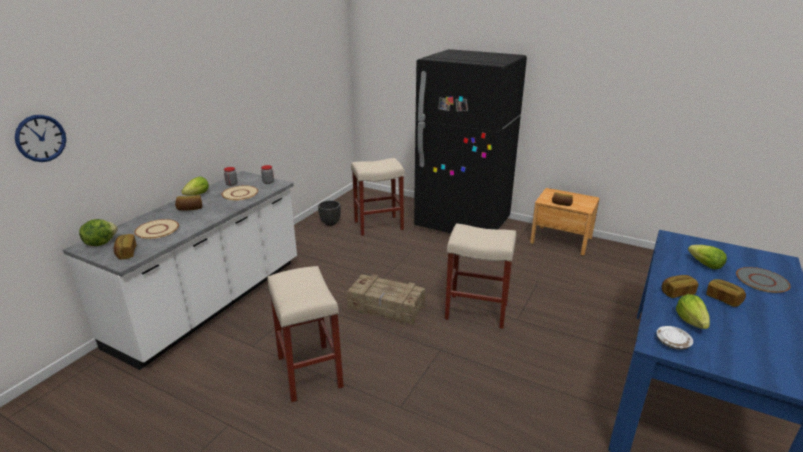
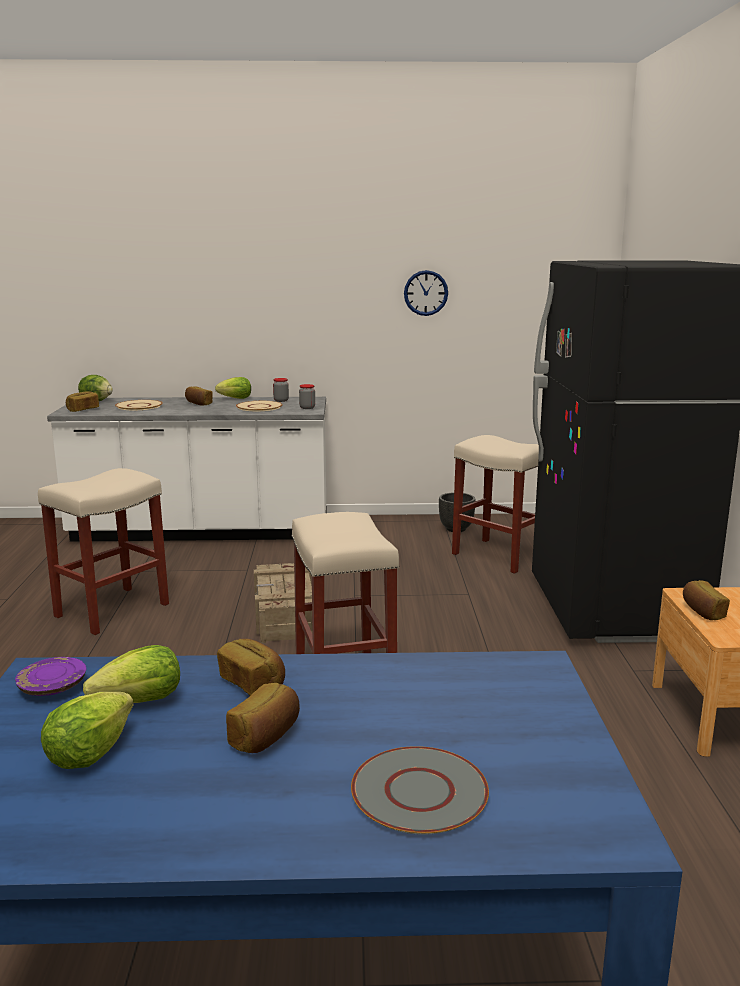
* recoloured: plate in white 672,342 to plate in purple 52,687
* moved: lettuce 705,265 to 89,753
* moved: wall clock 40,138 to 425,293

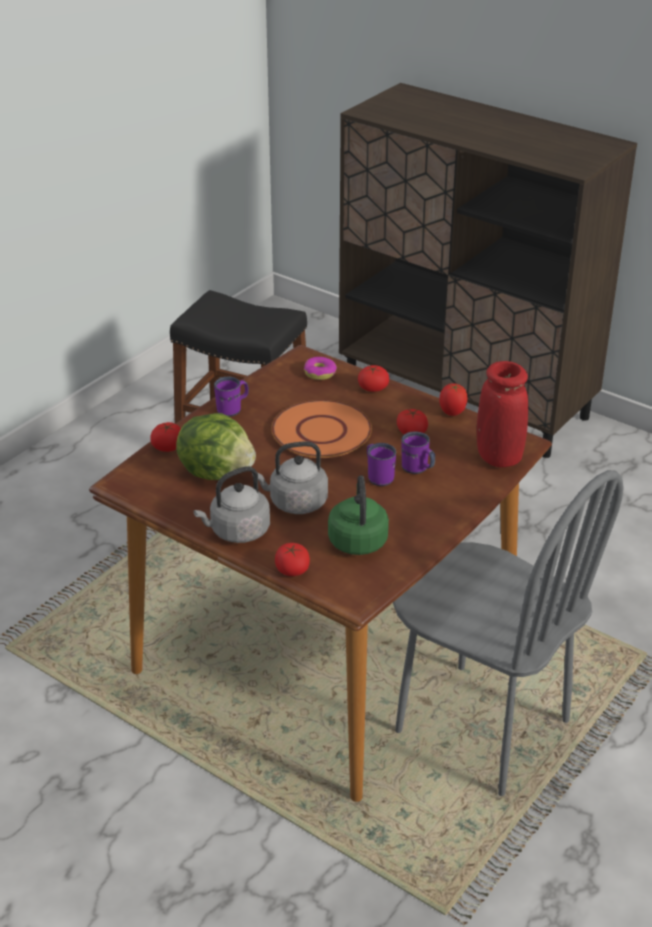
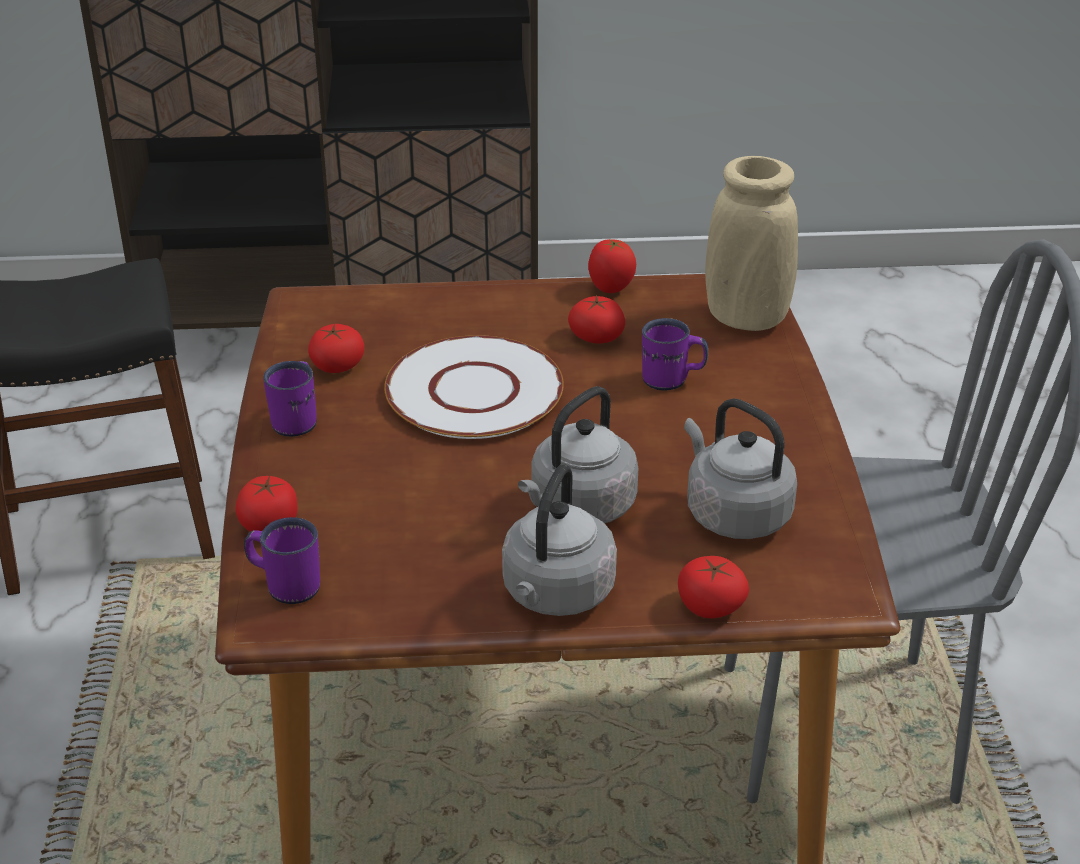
* moved: mug in purple 378,476 to 285,584
* moved: tomato 373,388 to 337,366
* recoloured: plate in orange 322,431 to plate in white 474,390
* recoloured: kettle in green 357,539 to kettle in grey 733,513
* recoloured: vase in red 498,457 to vase in beige 745,318
* removed: lettuce 217,471
* removed: donut 320,373

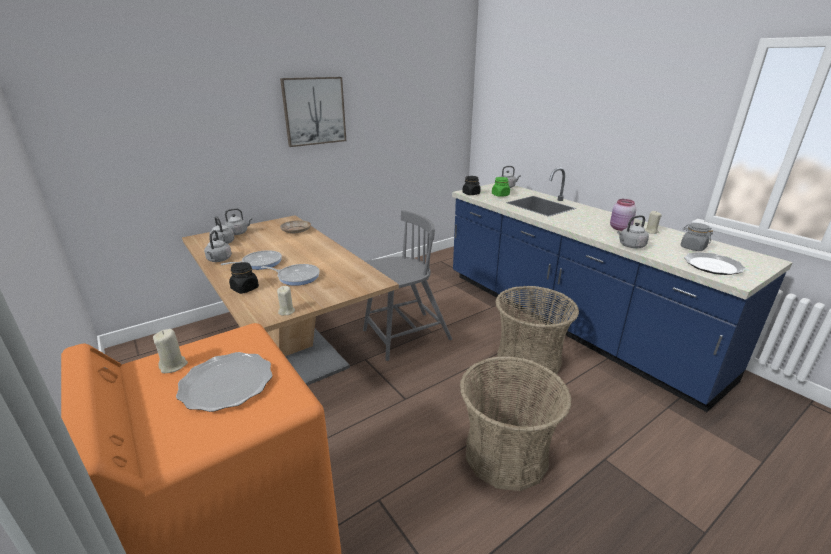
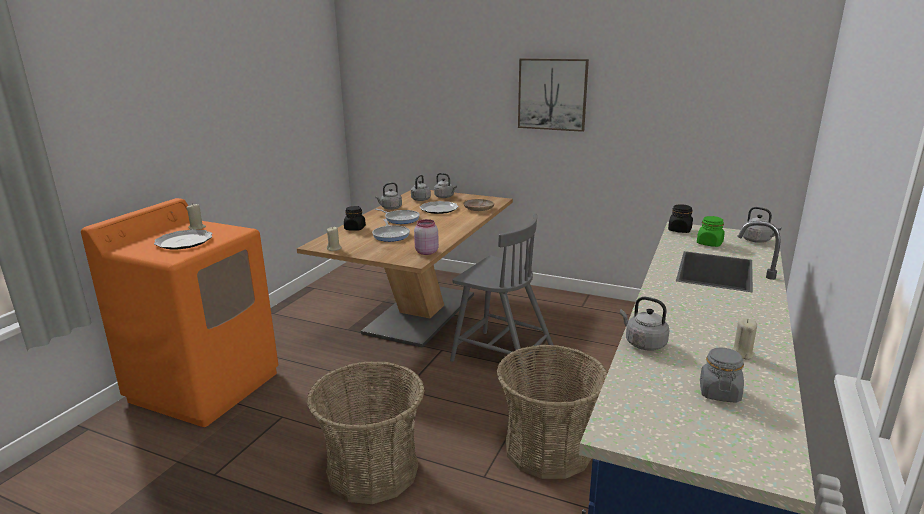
* moved: jar in pink 620,228 to 426,252
* moved: plate 712,266 to 438,209

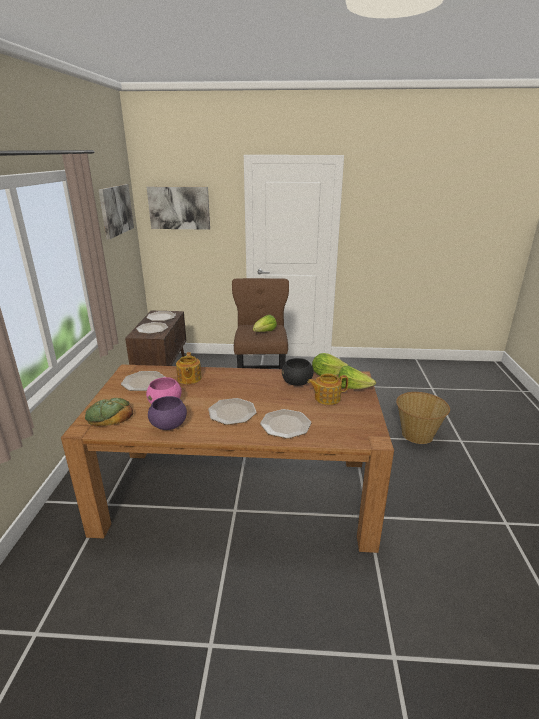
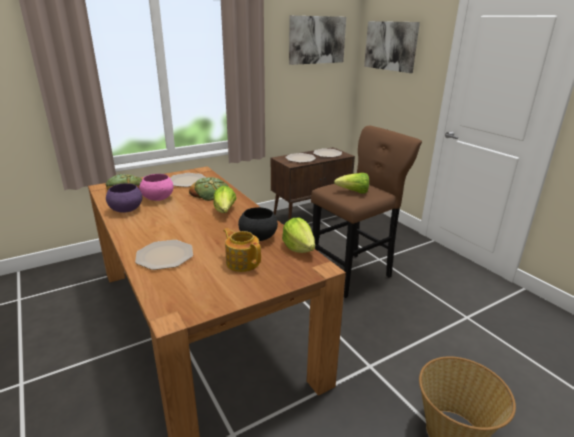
* replaced: teapot 189,378 to bread 210,192
* moved: lettuce 352,388 to 225,211
* removed: plate 232,412

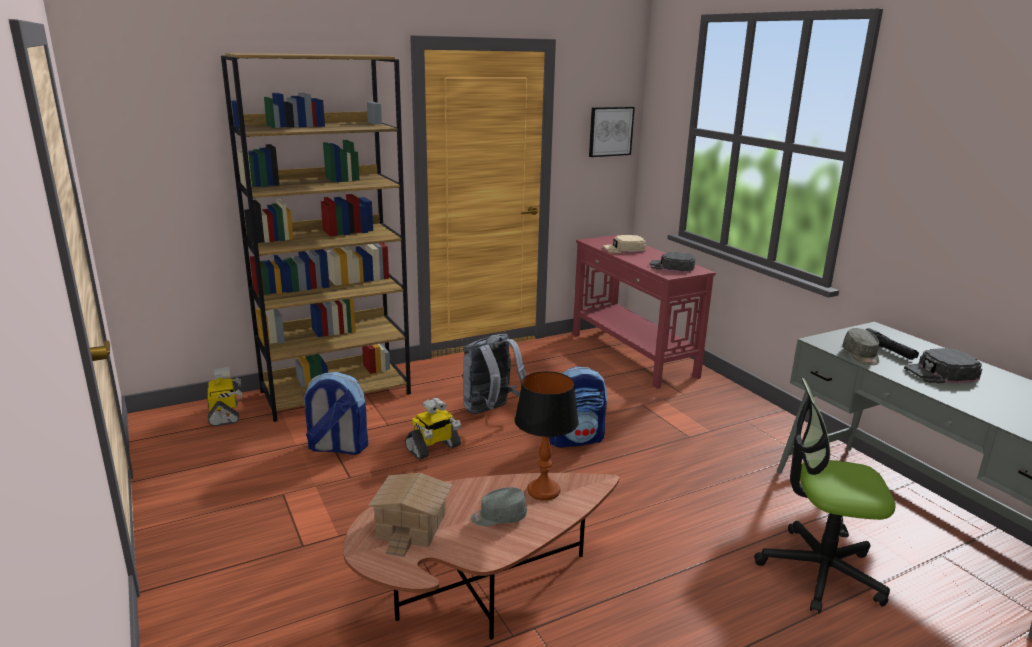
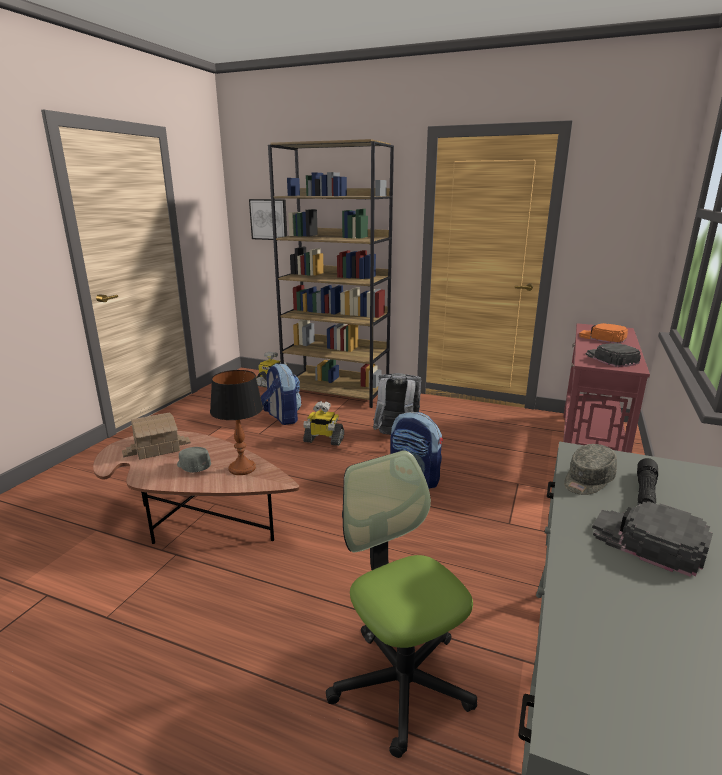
* moved: picture 610,131 to 269,219
* recoloured: cap in beige 624,249 to cap in orange 602,337

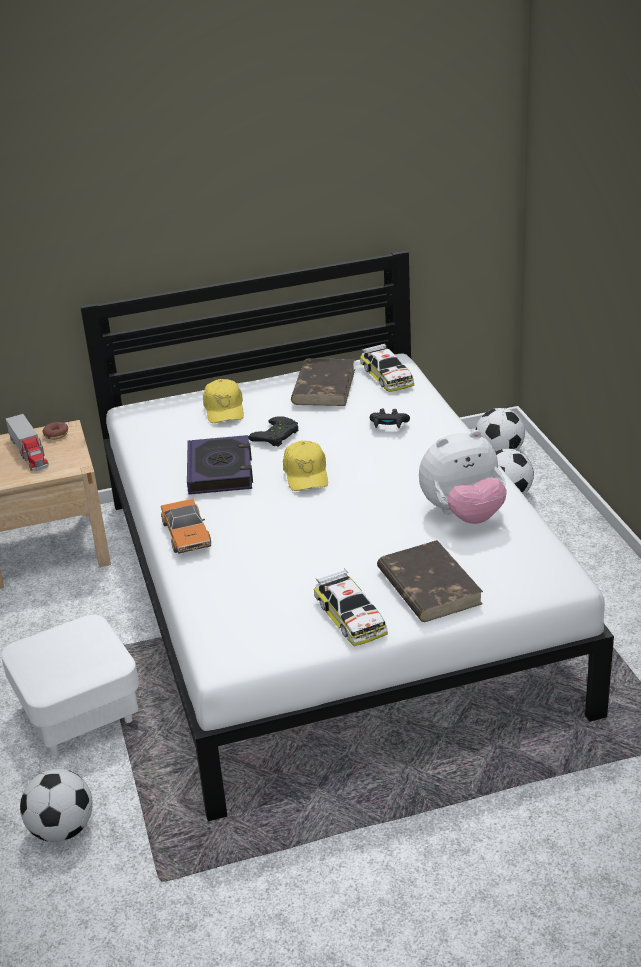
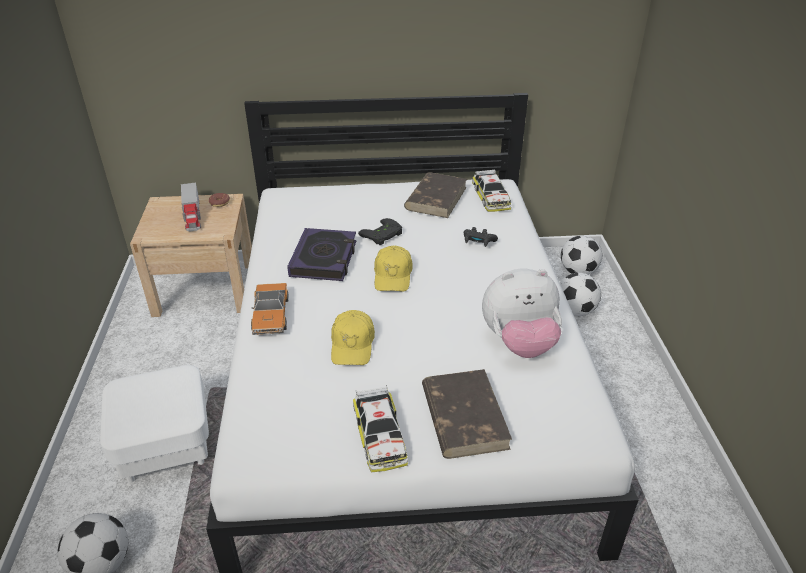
* moved: cap in yellow 224,409 to 352,345

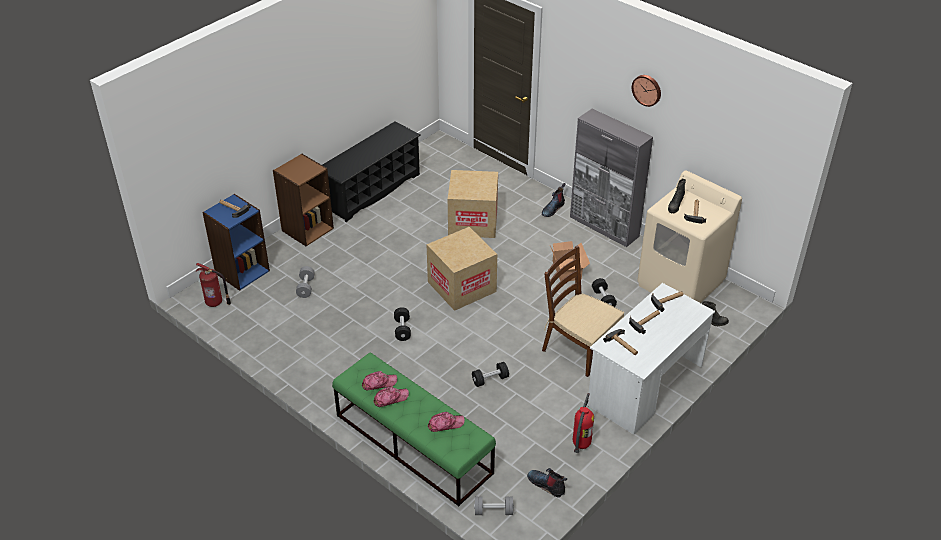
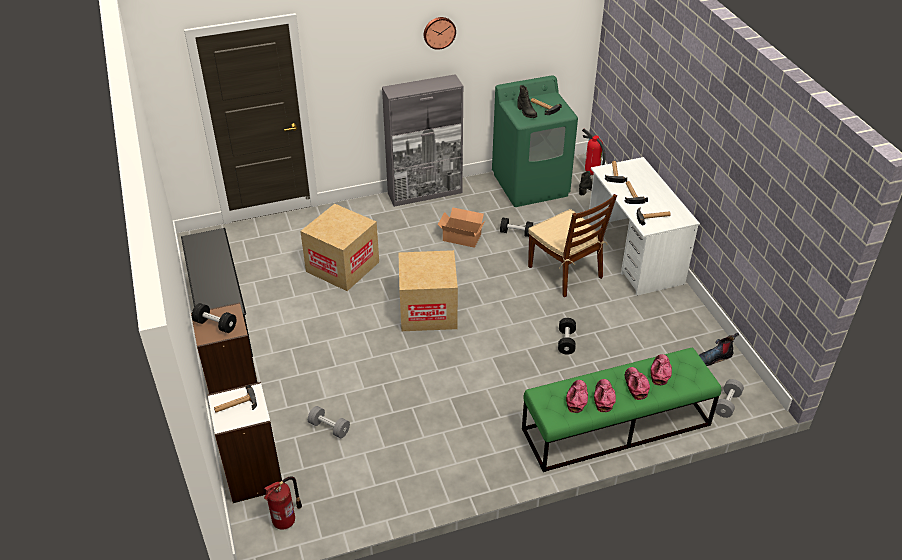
* moved: dumbbell in black 402,329 to 215,324
* recoloured: bookcase in blue 242,271 to bookcase in white 253,476
* recoloured: washing machine in beige 681,283 to washing machine in green 531,185
* turned: chair in brown 578,349 = 565,272 105 degrees counterclockwise
* moved: fire extinguisher 580,445 to 591,173
* added: cap 636,385
* removed: boot 553,208

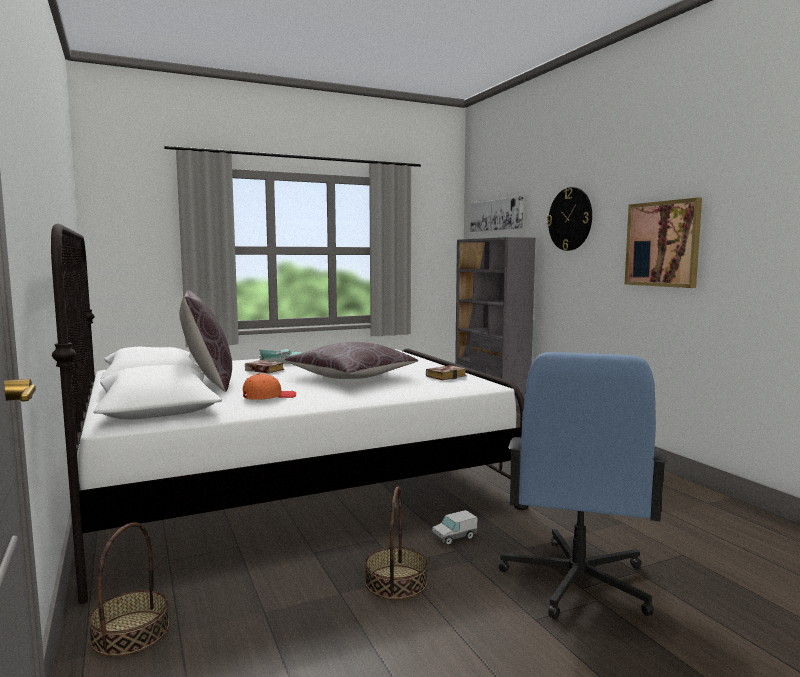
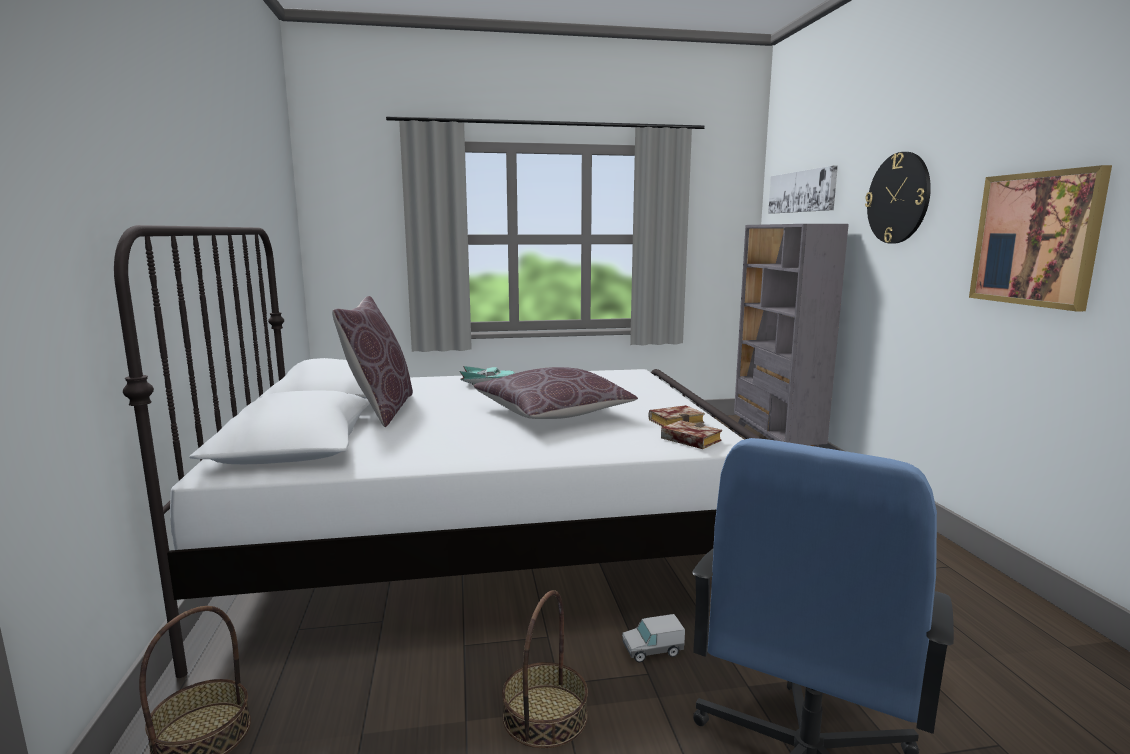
* moved: book 262,370 to 688,440
* removed: cap in orange 269,397

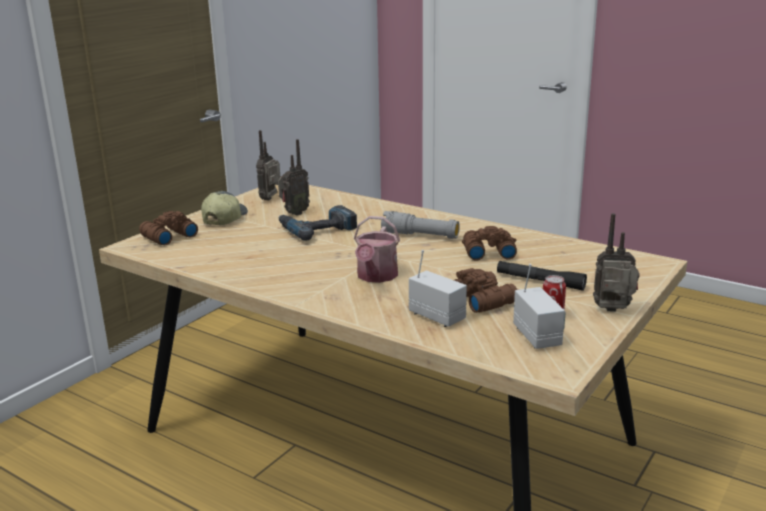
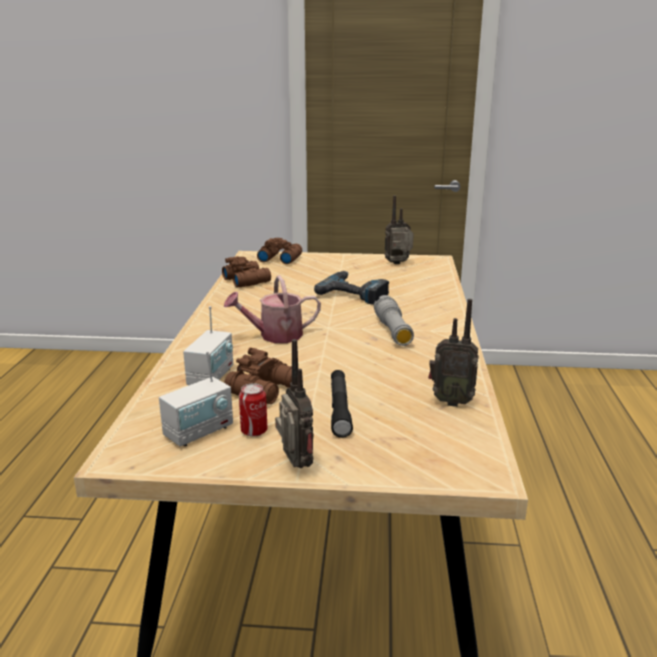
* moved: binoculars in brown 487,252 to 247,280
* moved: radio 294,213 to 450,401
* removed: cap 224,218

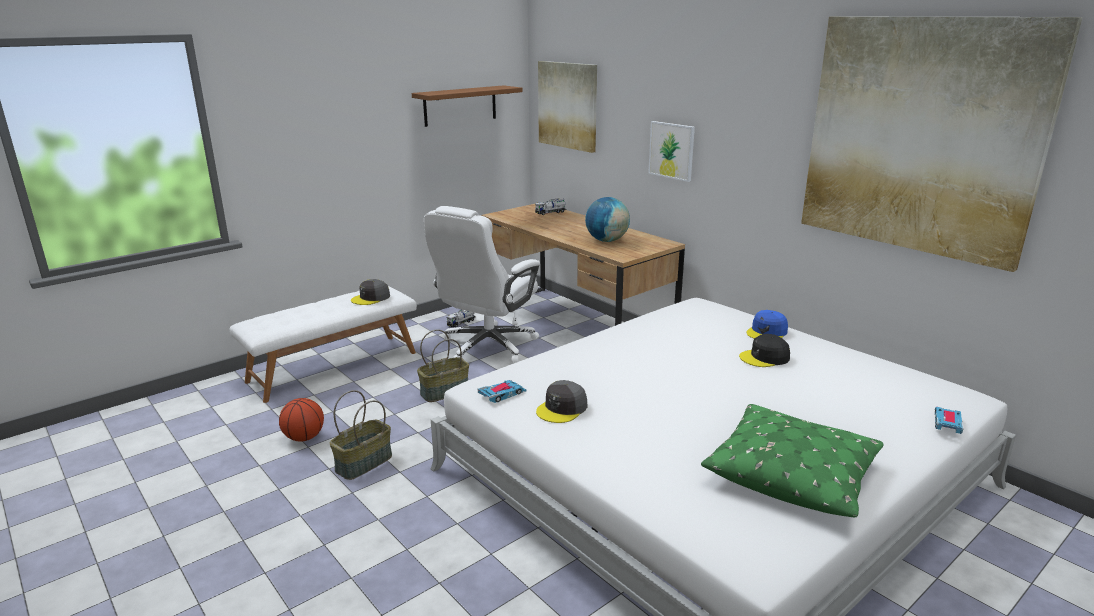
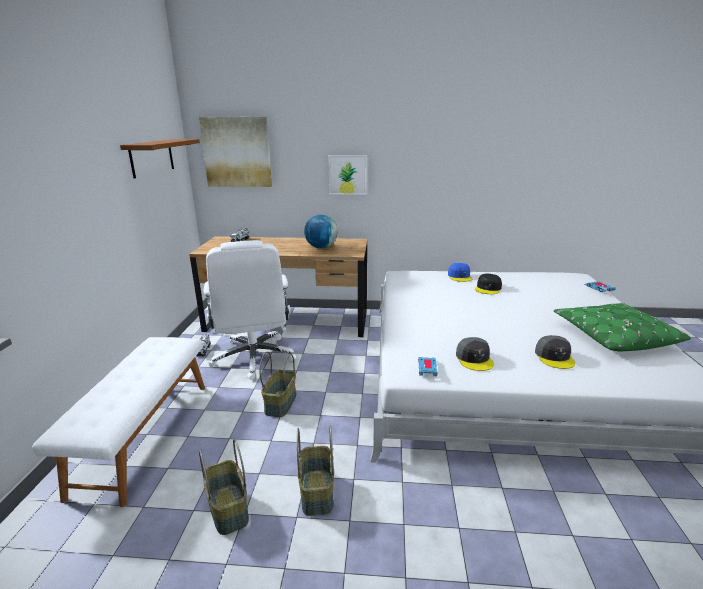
* replaced: basketball 304,438 to basket 227,509
* moved: cap in grey 371,298 to 554,357
* removed: picture 921,136

